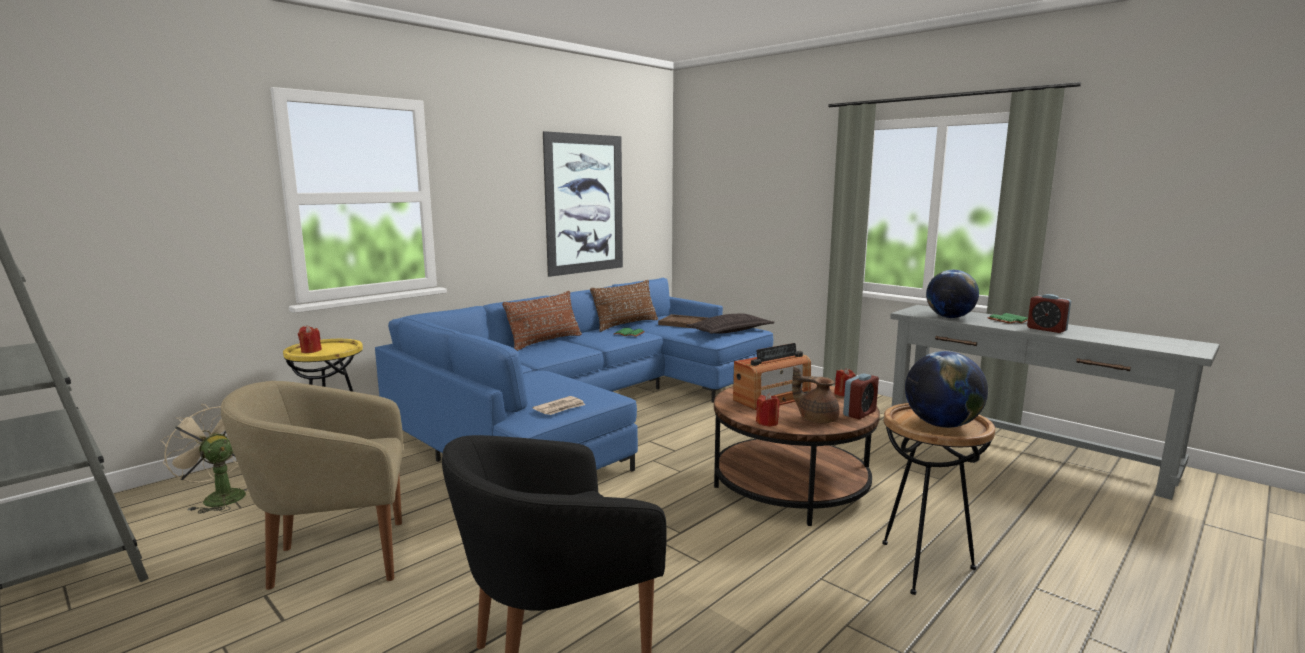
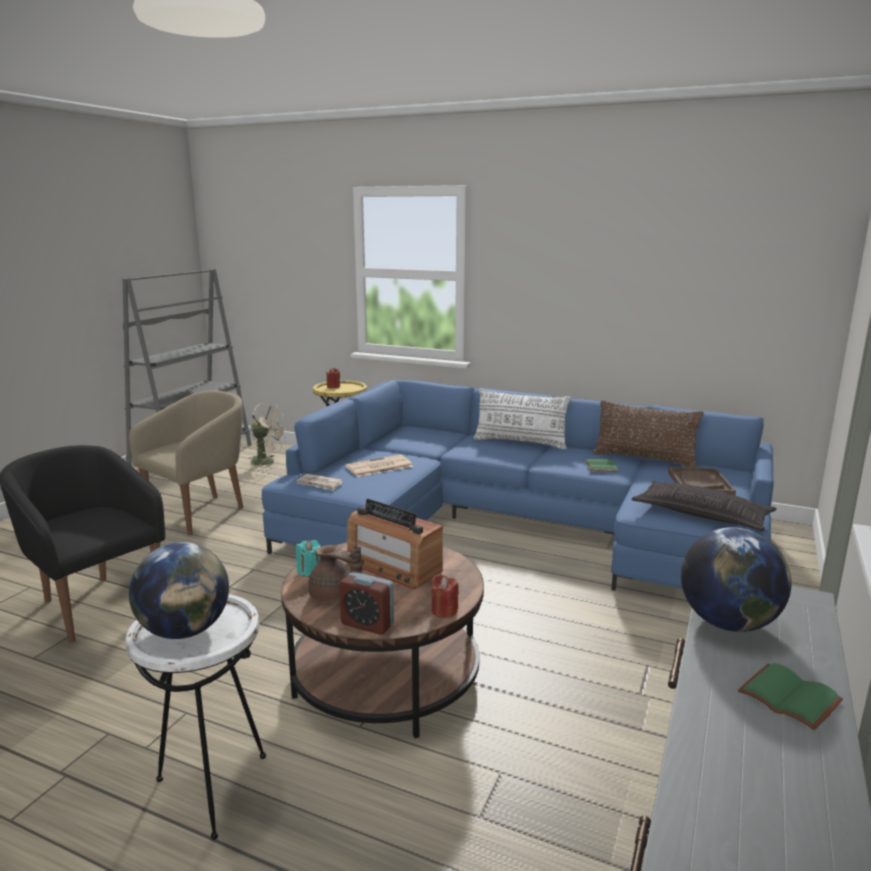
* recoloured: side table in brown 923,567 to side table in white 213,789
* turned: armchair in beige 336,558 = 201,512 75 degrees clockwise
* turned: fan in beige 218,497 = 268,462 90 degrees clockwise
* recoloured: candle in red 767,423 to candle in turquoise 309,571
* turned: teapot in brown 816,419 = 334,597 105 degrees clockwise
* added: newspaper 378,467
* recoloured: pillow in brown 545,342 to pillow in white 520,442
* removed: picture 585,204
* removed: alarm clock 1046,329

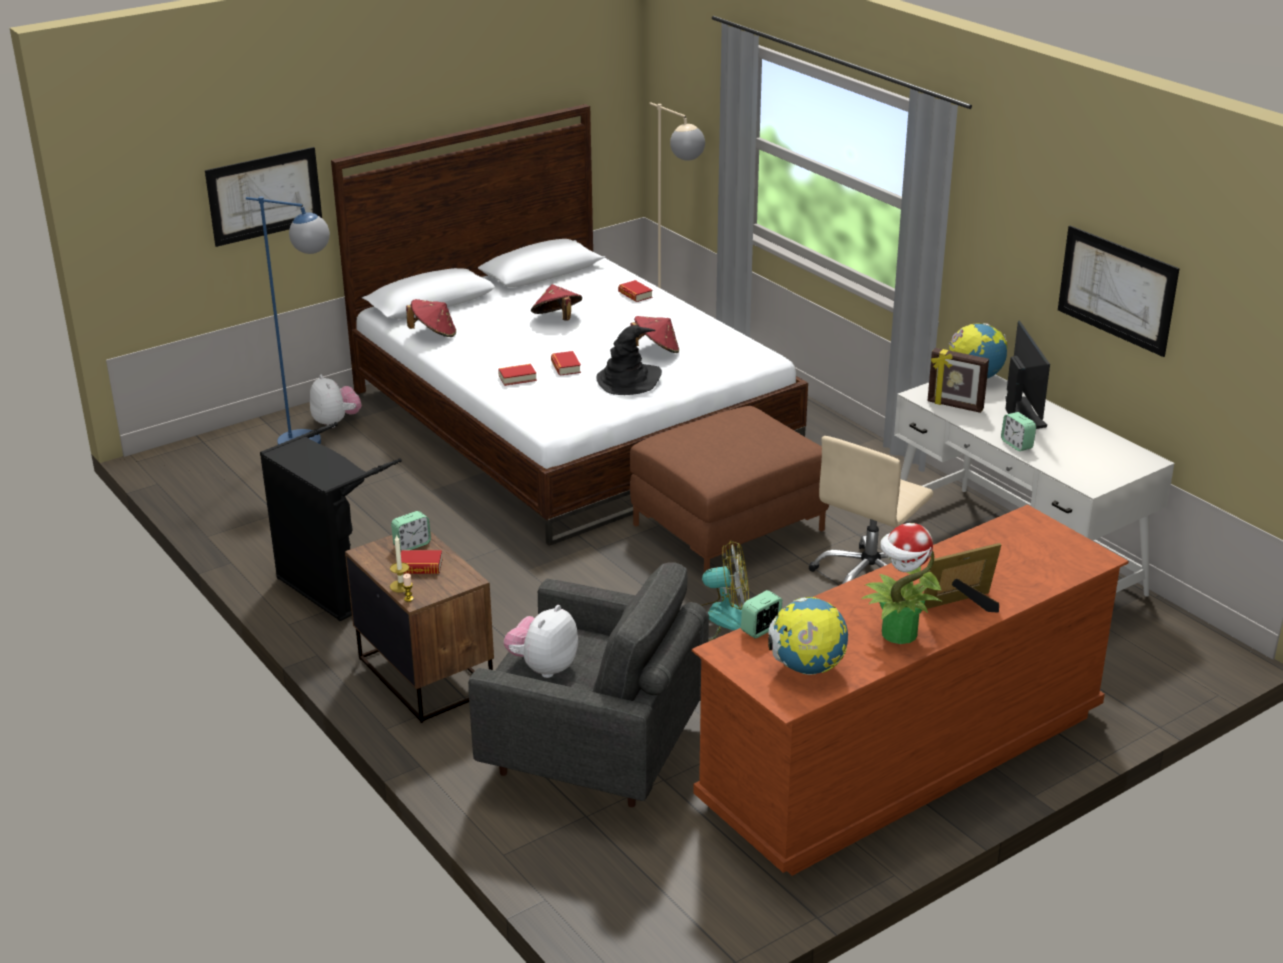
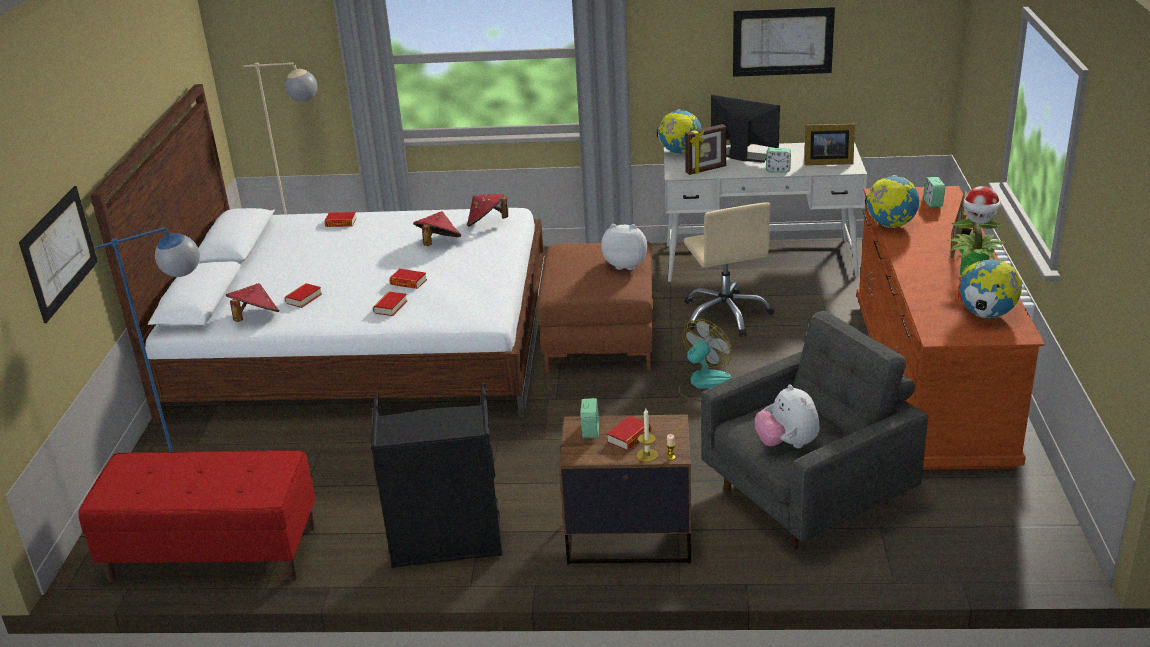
* added: bench in red 212,554
* added: book 303,298
* moved: hat in red 557,319 to 487,223
* moved: plush toy 336,422 to 626,265
* added: picture frame 826,162
* added: globe 890,225
* moved: alarm clock 761,629 to 933,203
* removed: hat in black 628,380

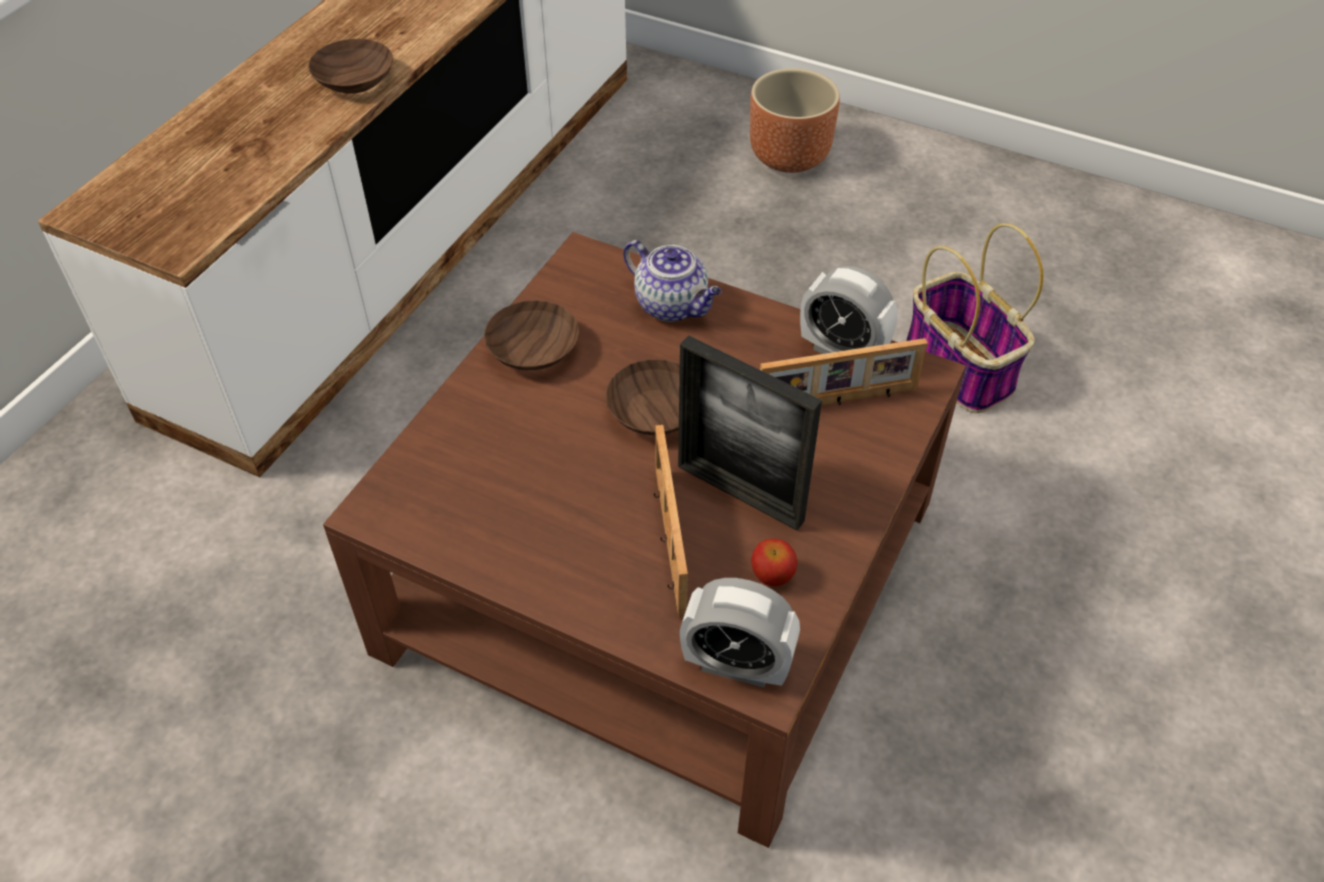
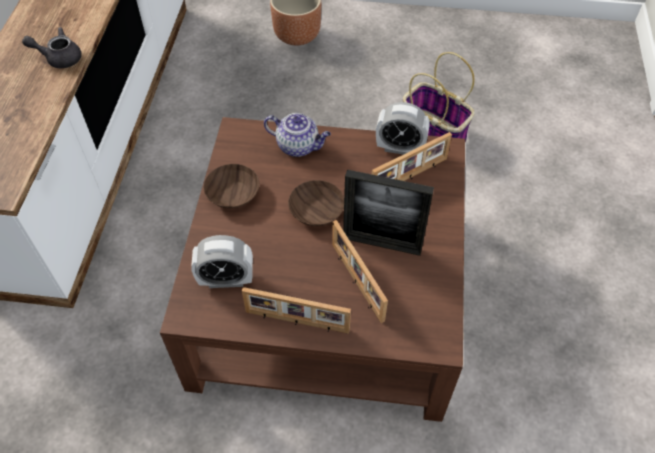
* replaced: bowl in brown 352,81 to teapot in grey 59,58
* moved: alarm clock 736,665 to 226,280
* added: picture frame 296,322
* removed: apple 772,576

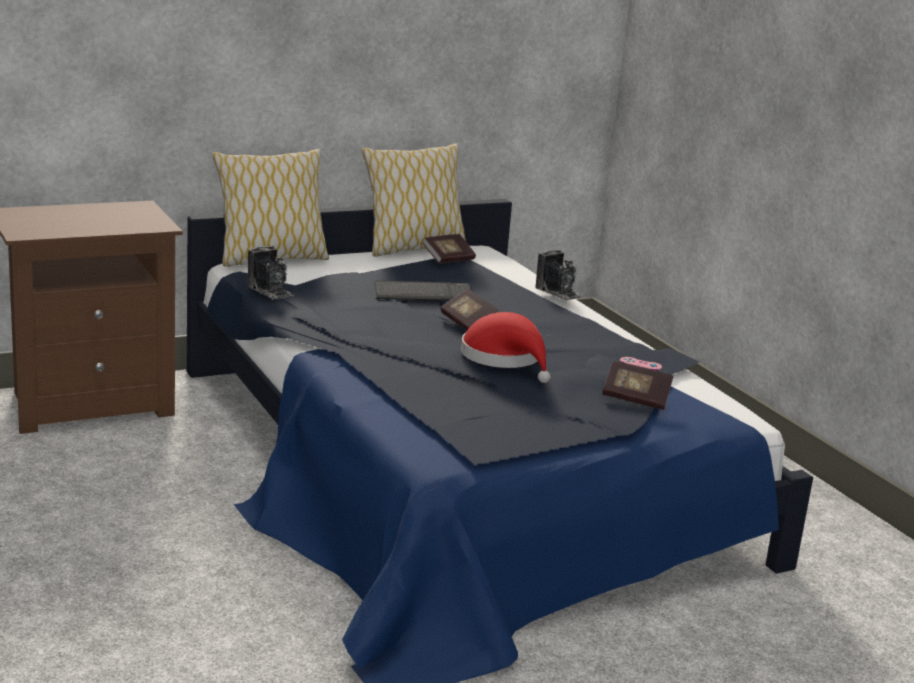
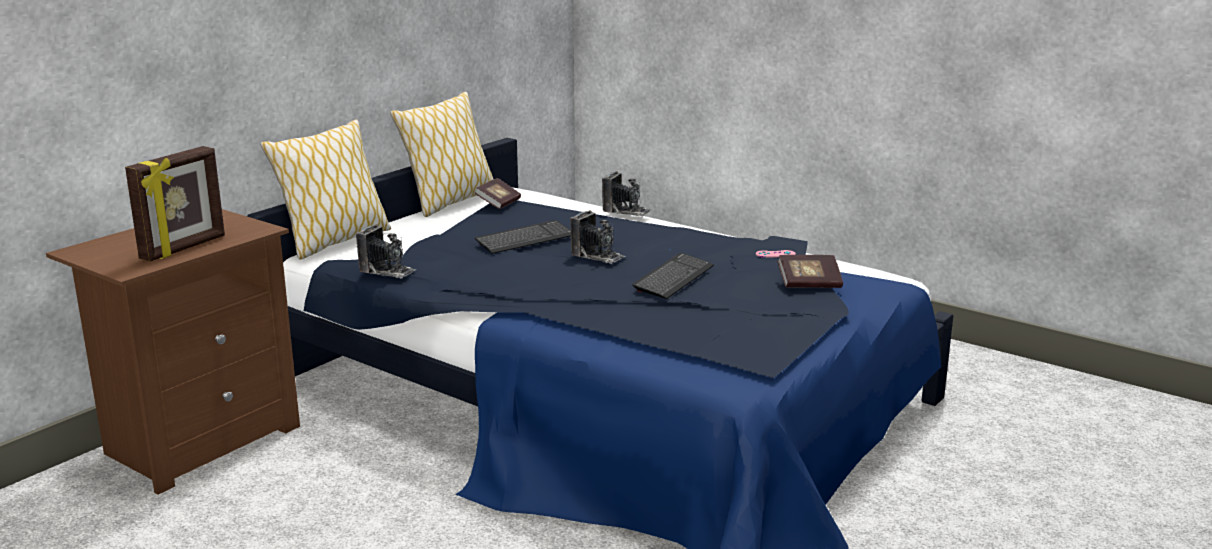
* added: picture frame 184,248
* replaced: book 468,323 to photo camera 597,256
* replaced: hat in red 505,359 to keyboard 673,278

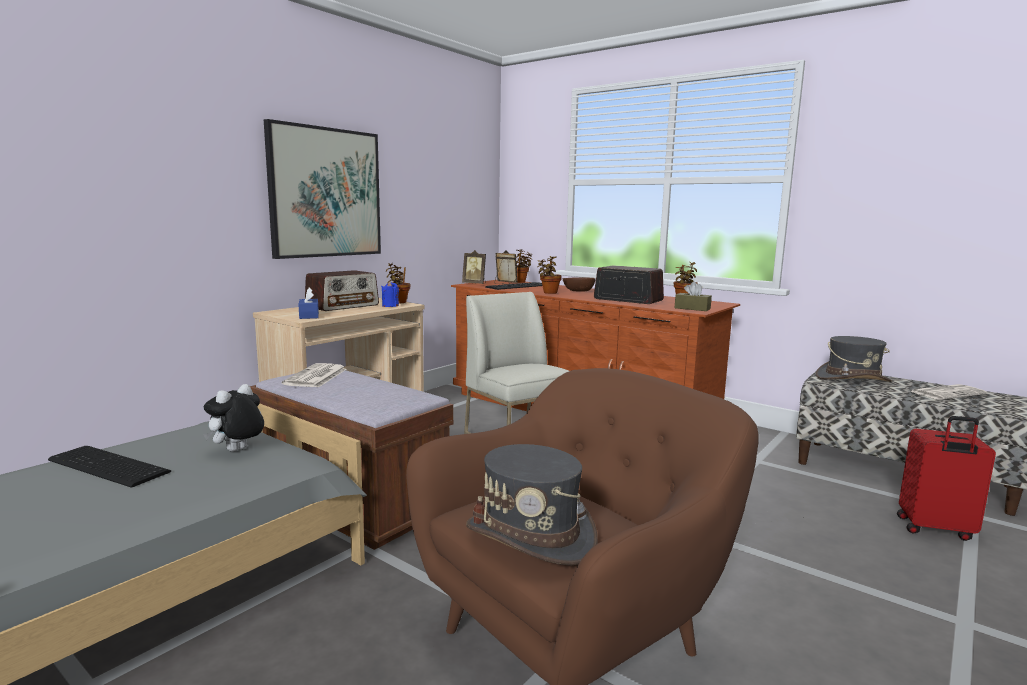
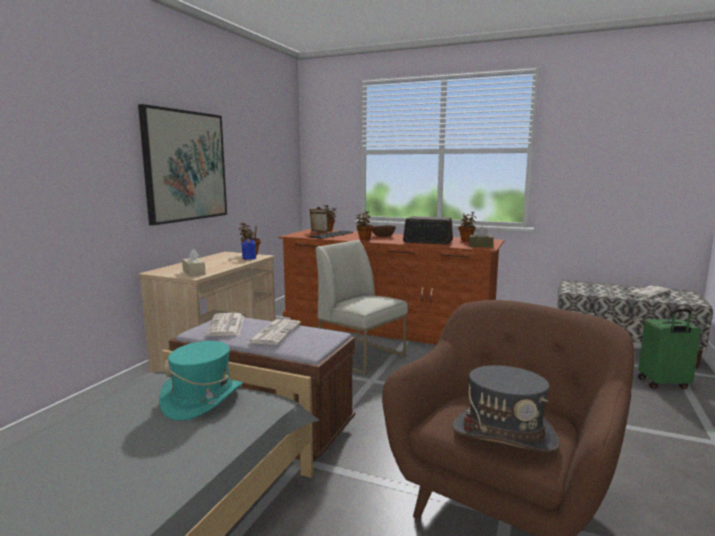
* replaced: plush toy 237,451 to hat in turquoise 203,399
* recoloured: tissue box in blue 309,315 to tissue box in beige 194,273
* added: newspaper 275,332
* recoloured: suitcase in red 935,529 to suitcase in green 663,384
* removed: keyboard 107,467
* removed: radio 343,306
* removed: picture frame 475,284
* removed: hat in grey 852,379

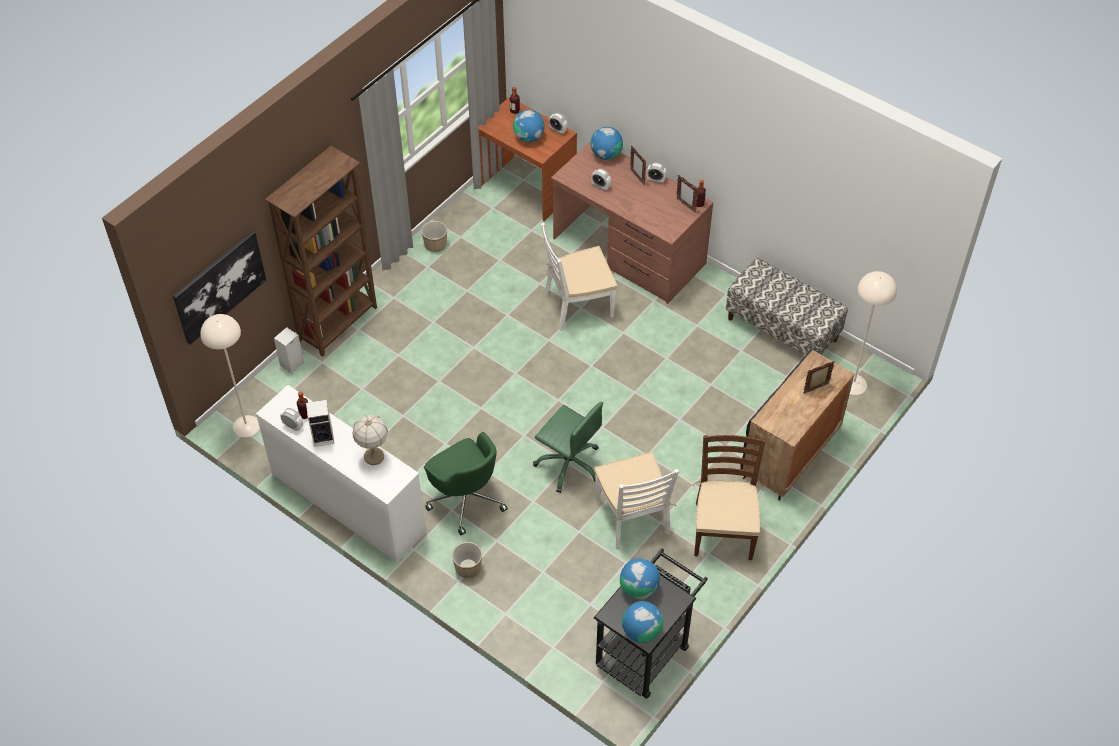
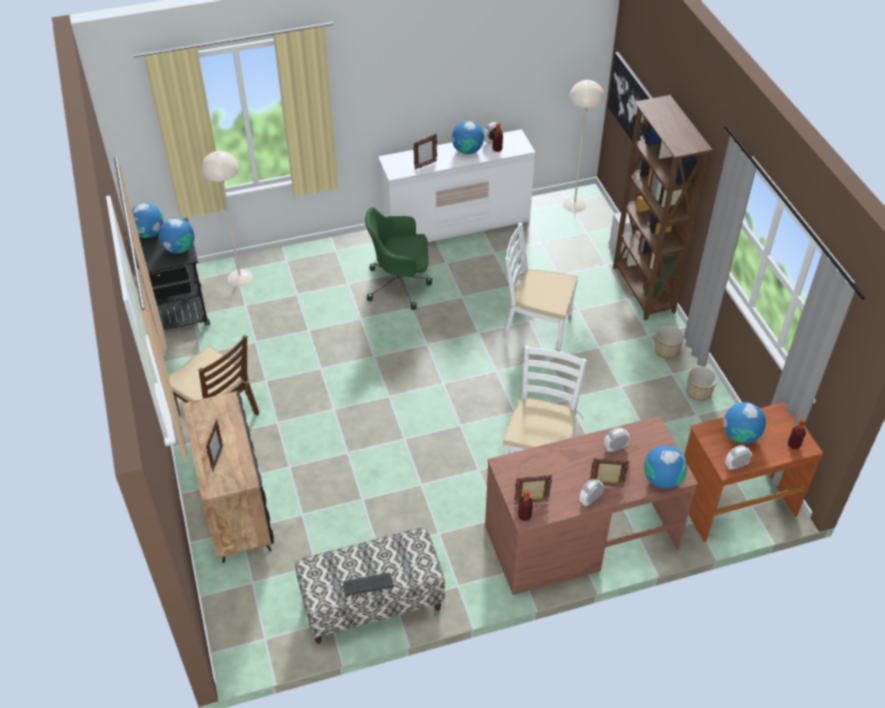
* moved: floor lamp in beige 853,384 to 239,277
* added: keyboard 368,585
* replaced: table lamp 373,457 to picture frame 425,165
* replaced: speaker 324,437 to globe 467,150
* moved: chair in white 633,517 to 536,325
* moved: planter 468,567 to 667,351
* removed: office chair in green 569,464

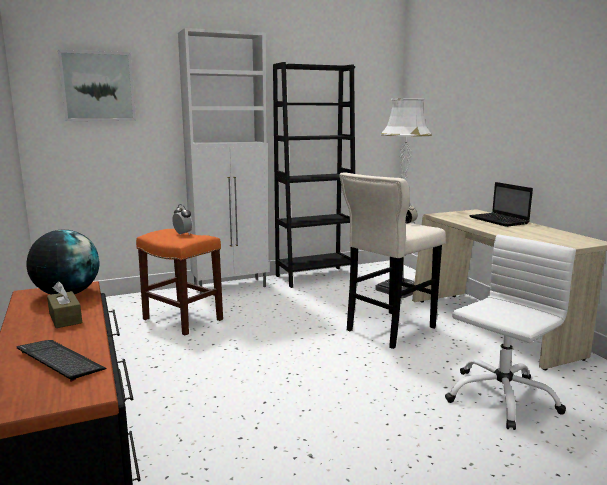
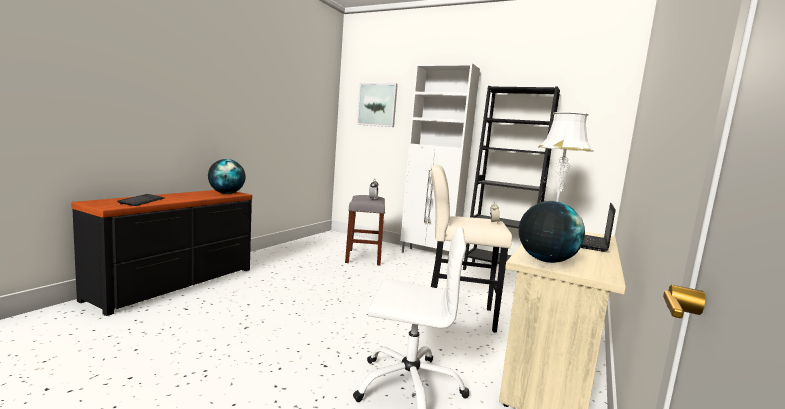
* recoloured: stool in orange 184,319 to stool in grey 364,257
* added: globe 546,261
* removed: tissue box in brown 65,318

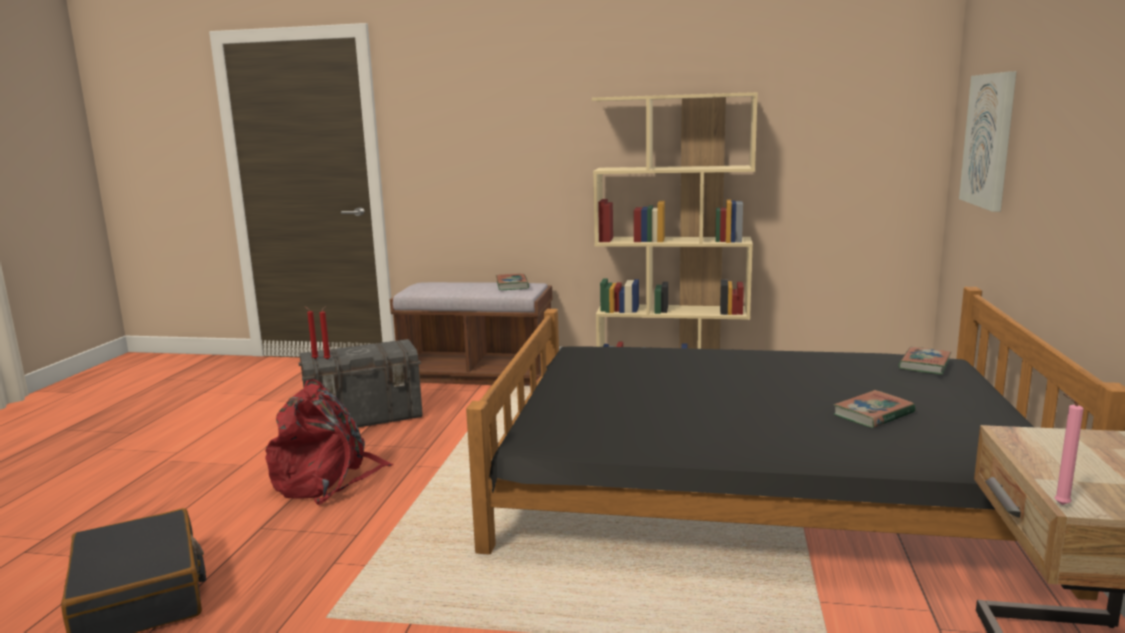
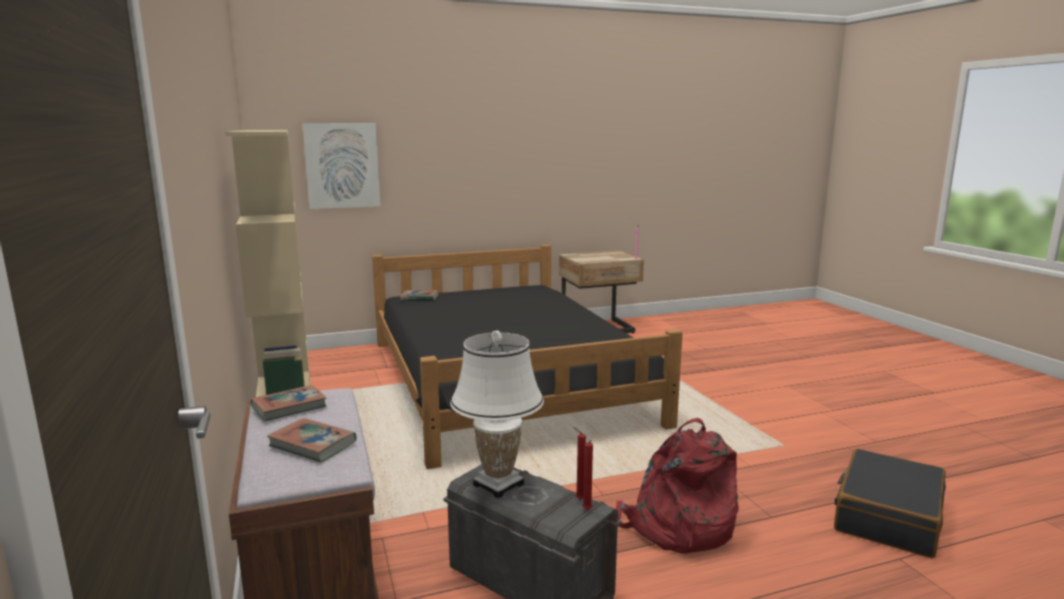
* moved: book 873,414 to 312,444
* added: table lamp in white 499,484

